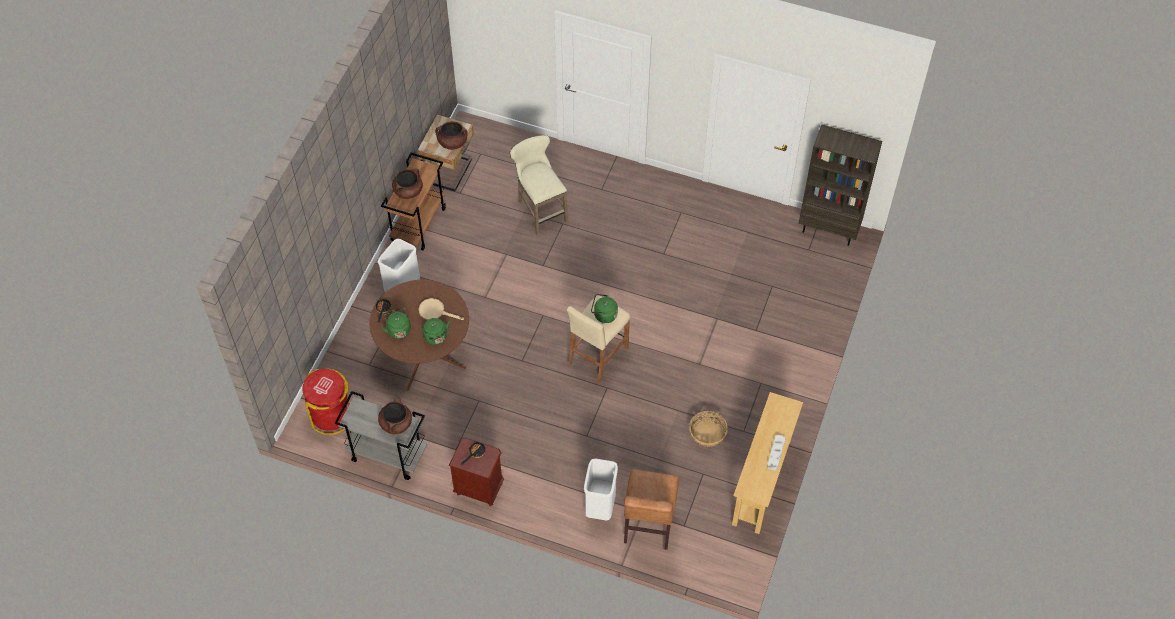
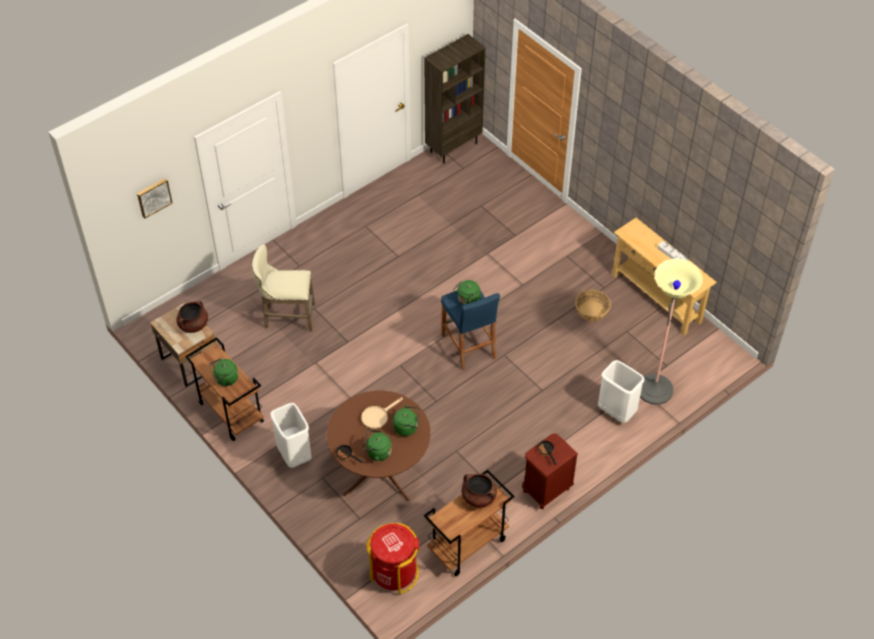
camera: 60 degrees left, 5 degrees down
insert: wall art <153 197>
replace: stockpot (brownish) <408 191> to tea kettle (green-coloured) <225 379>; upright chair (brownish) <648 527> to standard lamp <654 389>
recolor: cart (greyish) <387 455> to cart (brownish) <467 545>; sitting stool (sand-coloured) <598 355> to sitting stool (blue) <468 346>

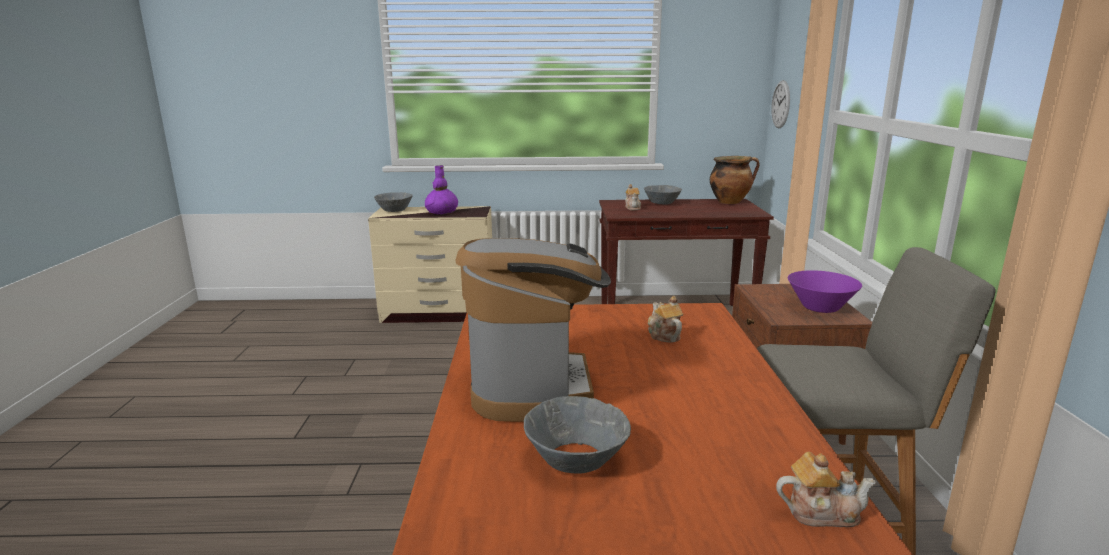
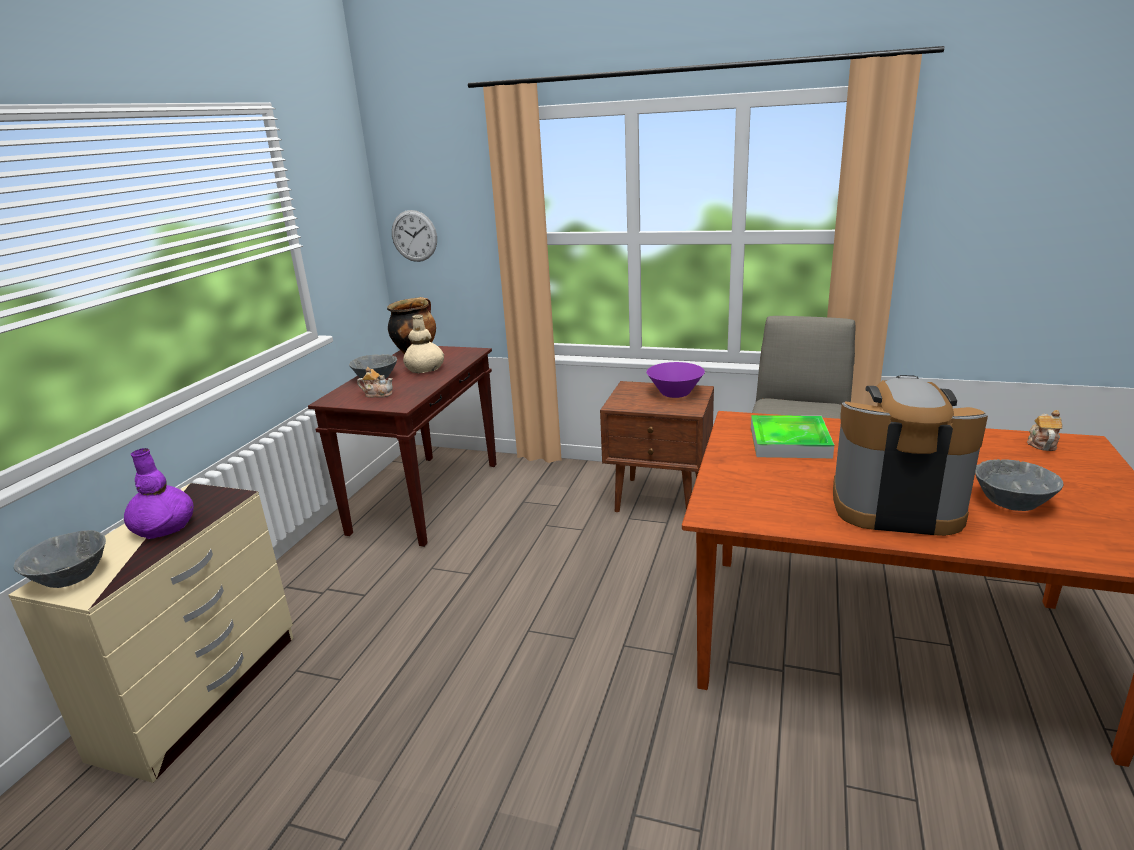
camera: 70 degrees left, 5 degrees up
insert: decorative vase (sand-coloured) <425 369>
replace: tea pot <663 335> to serving tray <789 442>

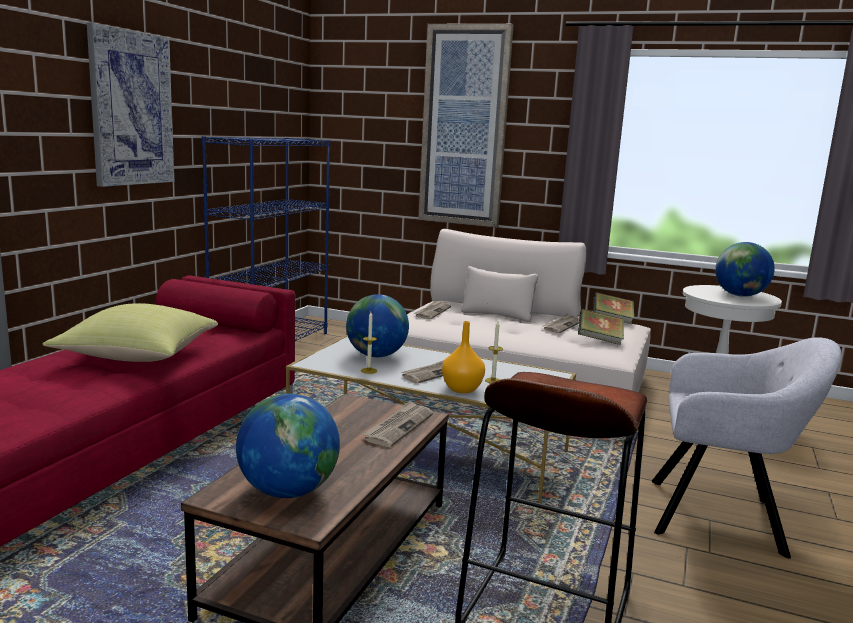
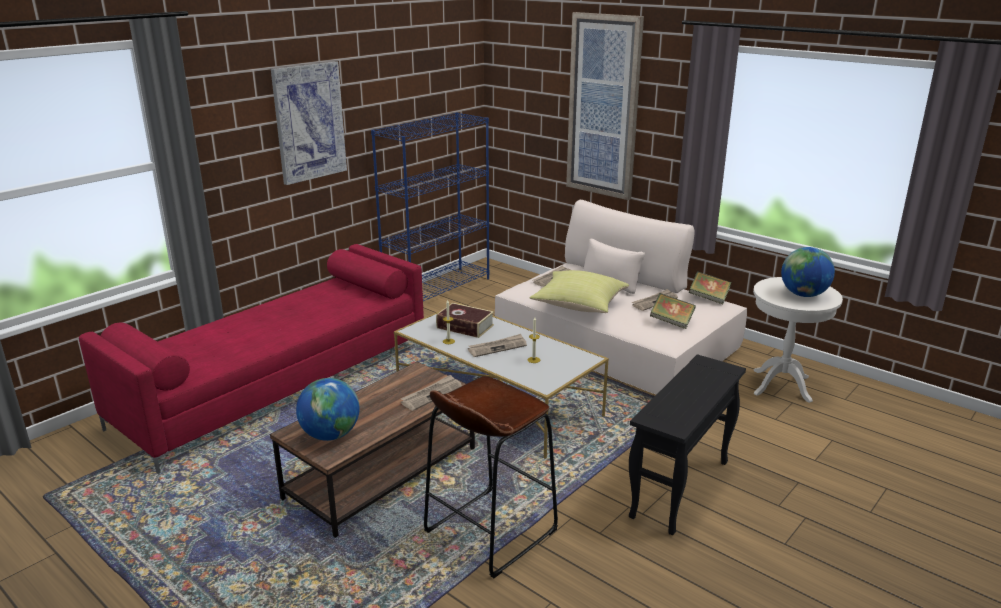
camera: 20 degrees right, 10 degrees up
delete: decorative vase (orange-coloured) <462 389>
move: throw pillow (yellowish) <135 358> to <578 306>
replace: globe <376 356> to bound book <465 326>; armchair (greyish) <722 517> to side table (black-coloured) <680 489>

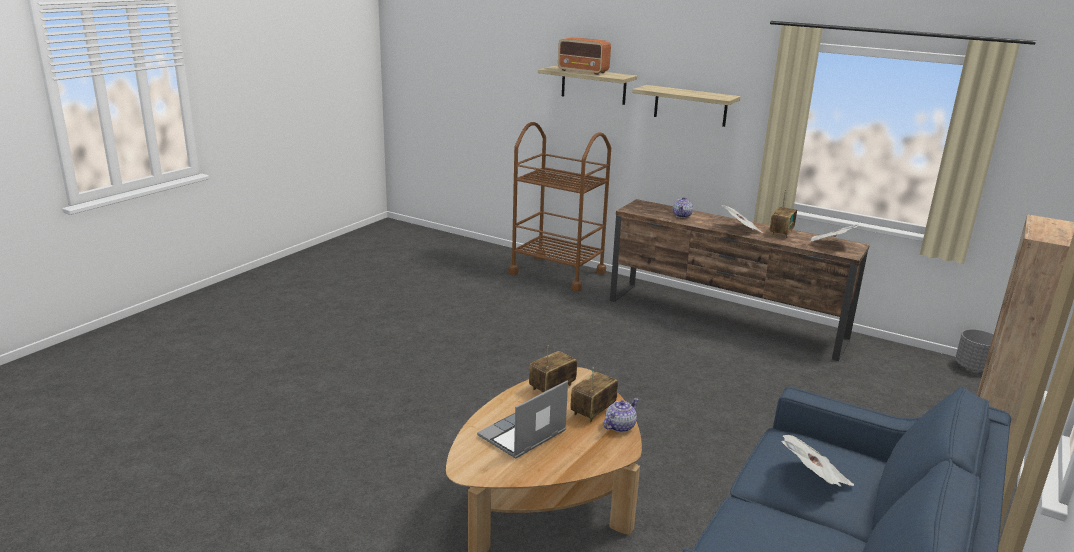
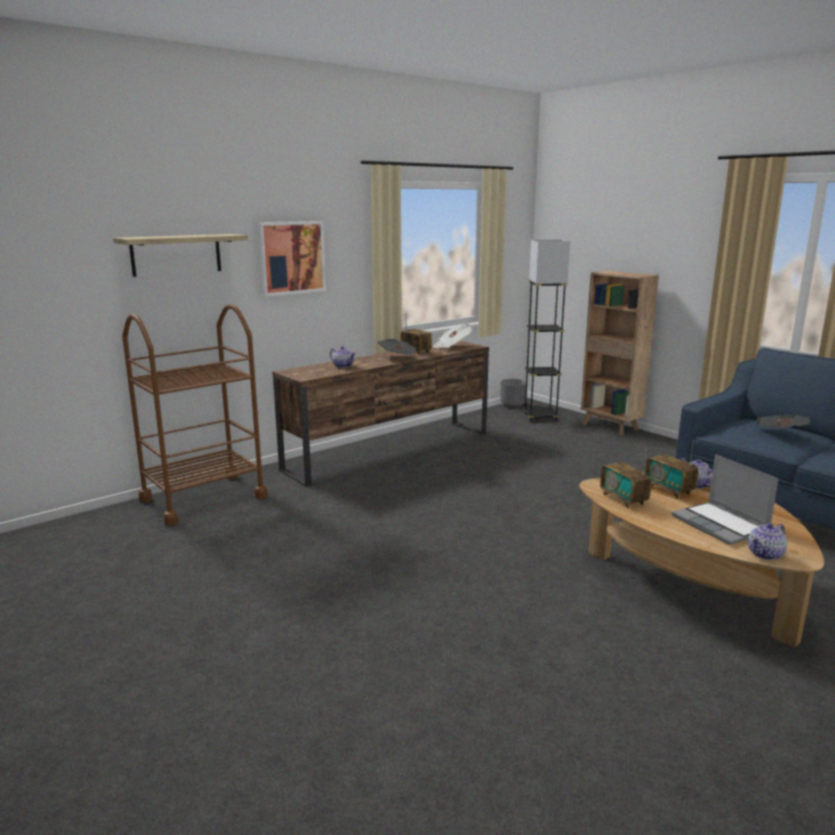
camera: 70 degrees left, 5 degrees down
delete: radio receiver <583 71>
insert: standard lamp (greyish) <540 417>; tea pot <766 554>
replace: wall shelf <690 106> to wall art <292 257>

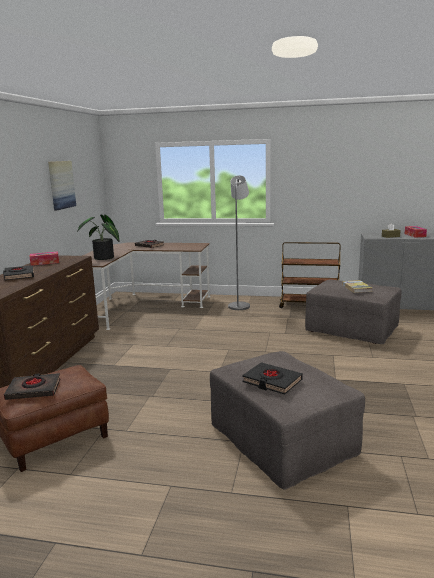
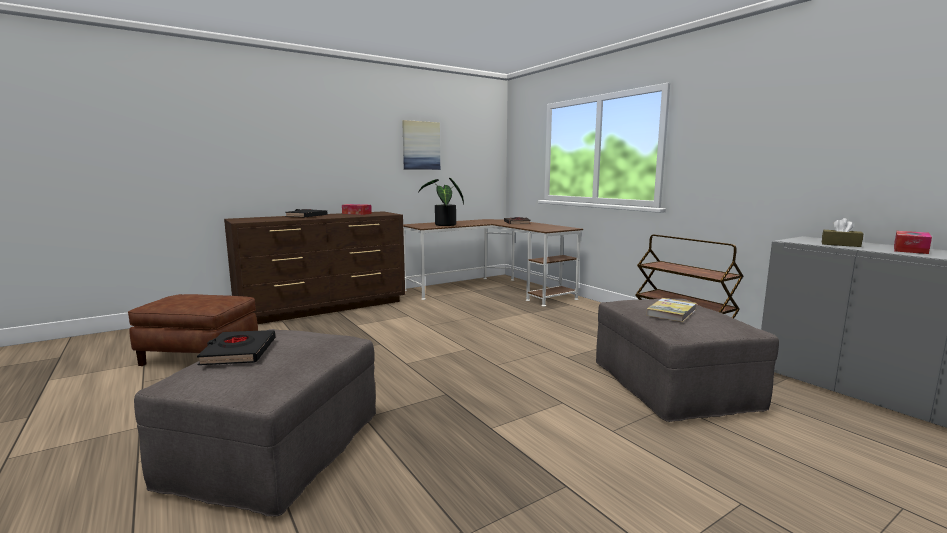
camera: 45 degrees right, 5 degrees down
delete: bound book (black-coloured) <34 390>; standard lamp (greyish) <239 305>

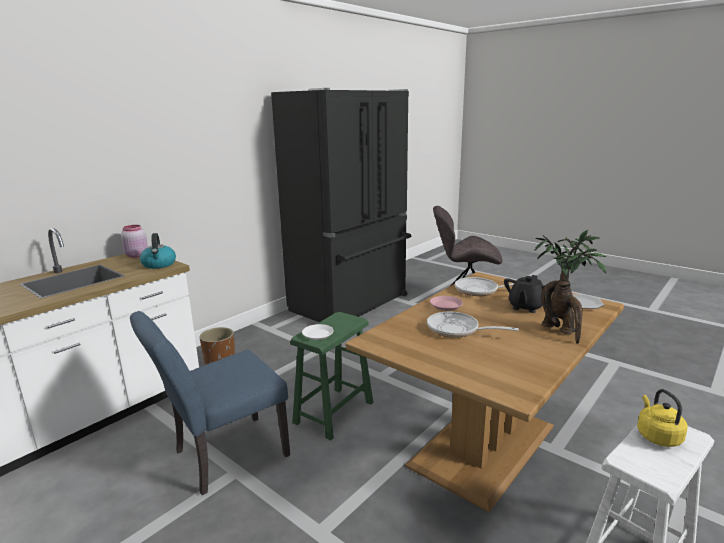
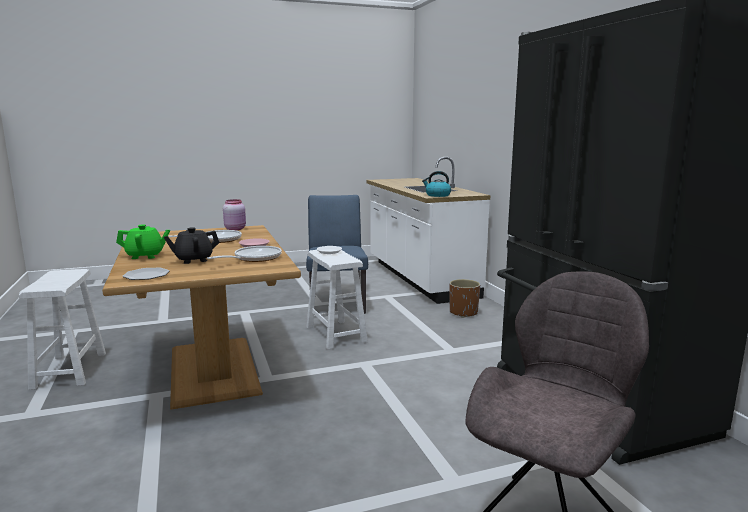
camera: 120 degrees right, 5 degrees down
delete: tea kettle (yellowish) <657 436>
move: preserve jar (pink) <136 255> to <235 229>
replace: plant in a pot <560 331> to tea pot (green-coloured) <145 256>
recolor: sitting stool (green-coloured) <333 412> to sitting stool (whitish) <336 334>
rotate: tea pot (black-coloured) <526 307> = <193 260> 90 degrees counterclockwise

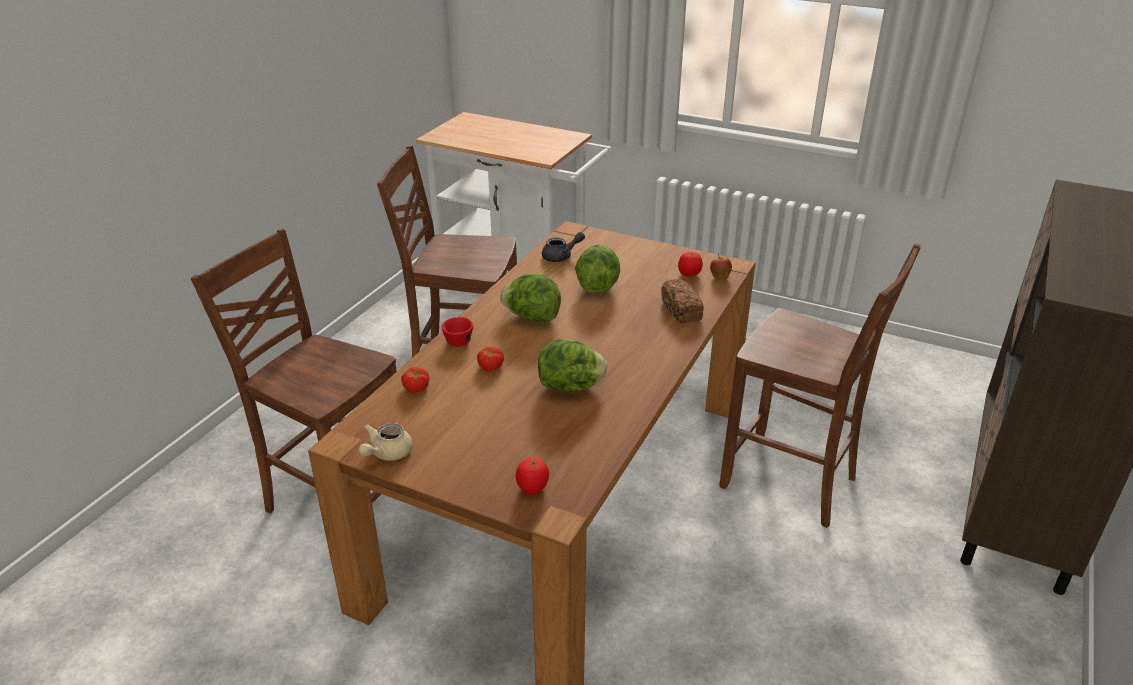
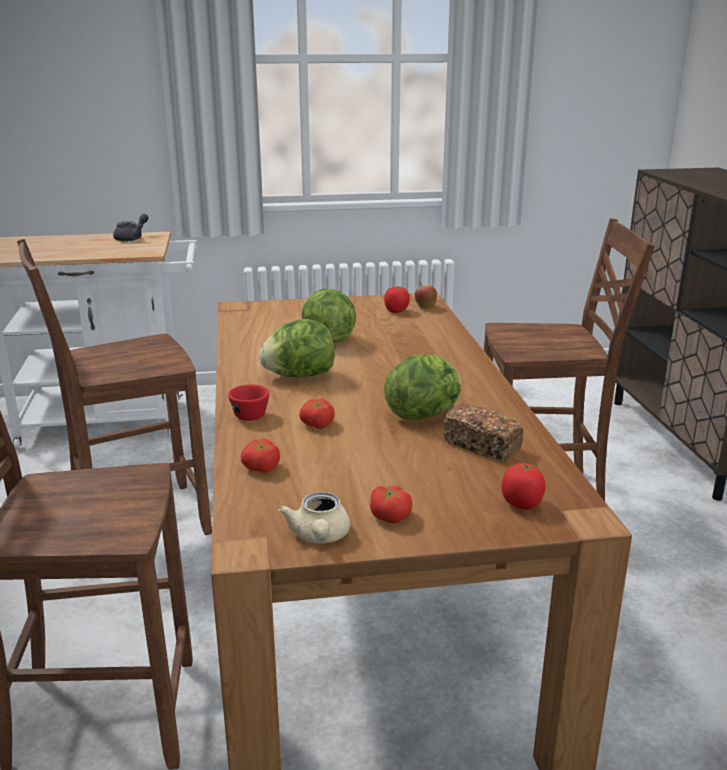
camera: 35 degrees left, 10 degrees down
insert: whole tomato <390 516>
move: tea pot (greyish) <561 257> to <132 238>; bakery bread <681 310> to <482 446>

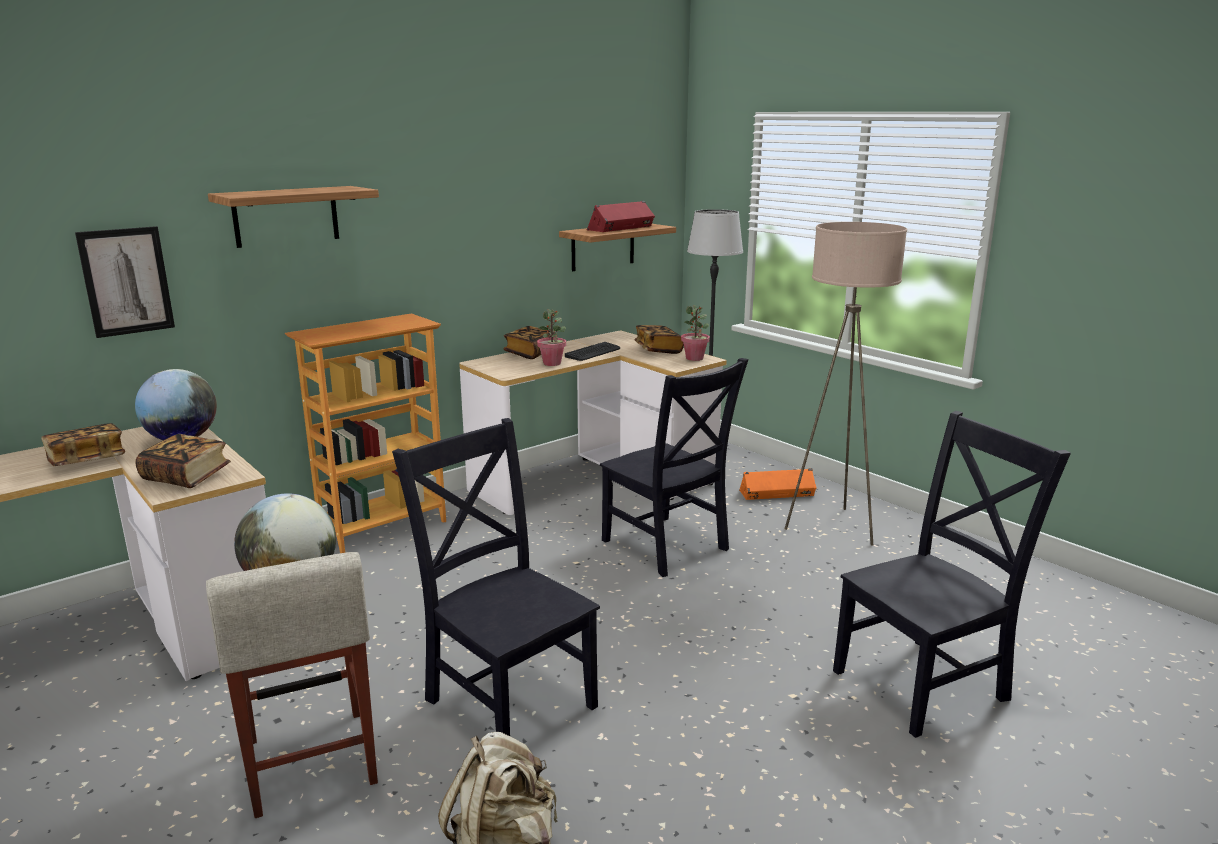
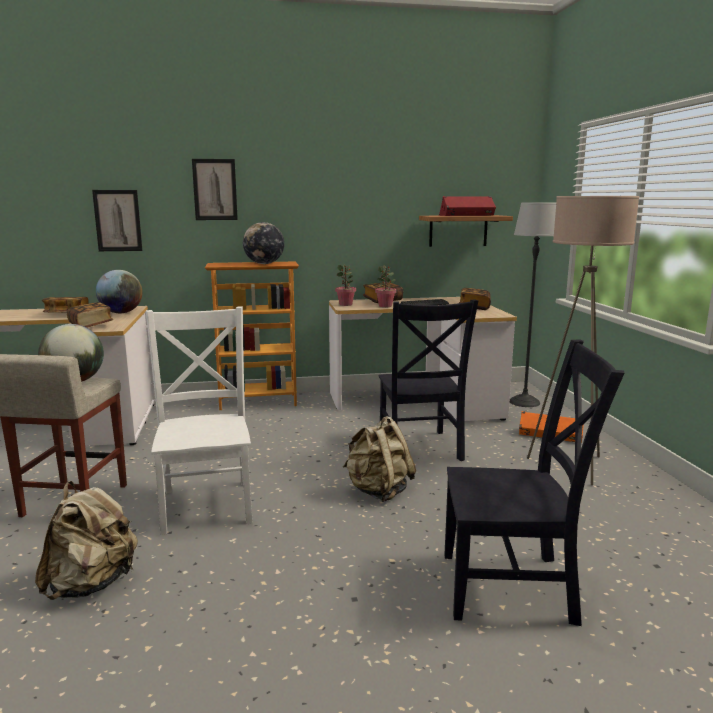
camera: 30 degrees right, 5 degrees down
insert: globe <264 264>; knapsack (sand-coloured) <378 491>
move: plant in a pot <694 358> to <346 304>
replace: wall shelf <286 216> to wall art <215 189>
recolor: upright chair (black-coloured) <507 699> to upright chair (whitish) <207 503>

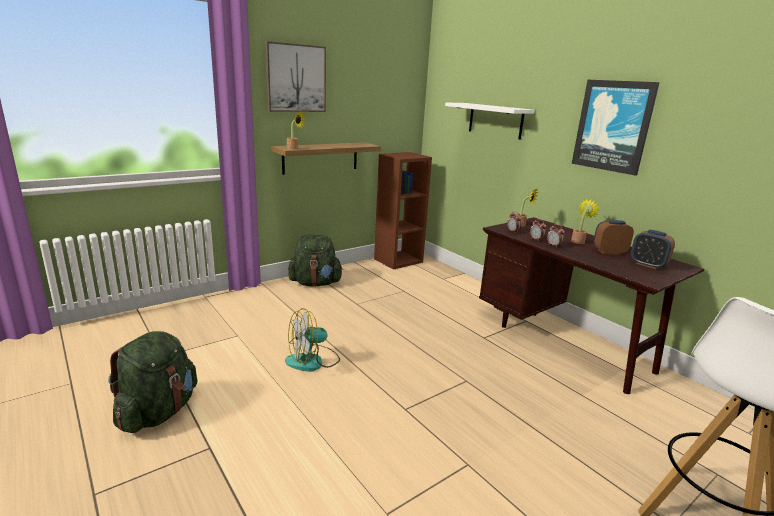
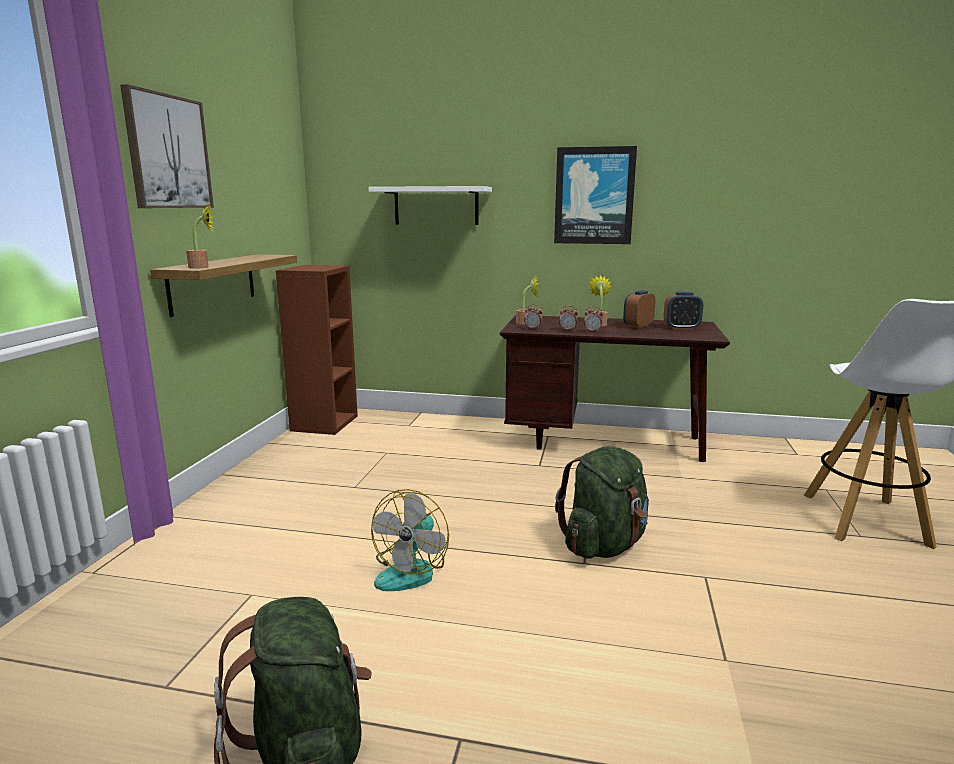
camera: 40 degrees left, 5 degrees down
move: knapsack (green-coloured) <315 283> to <604 545>

